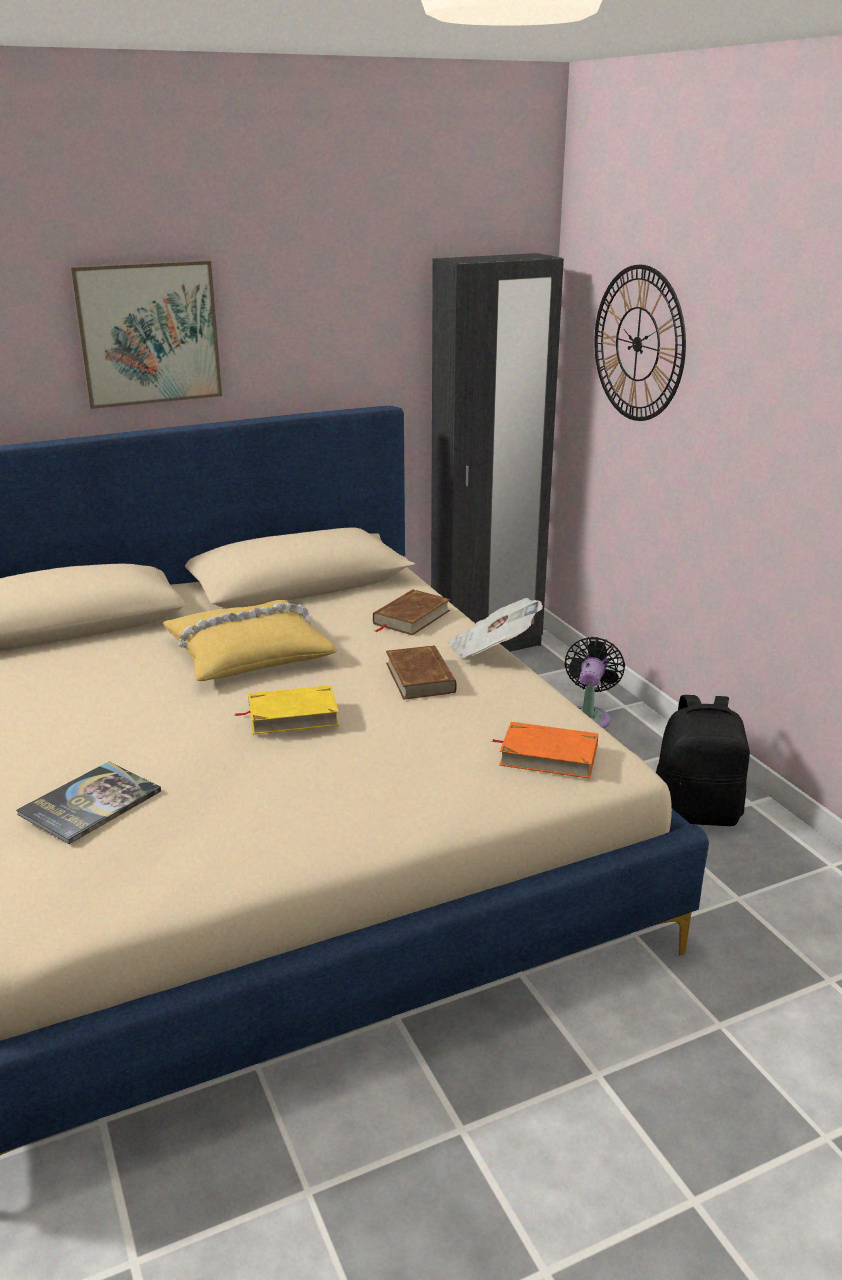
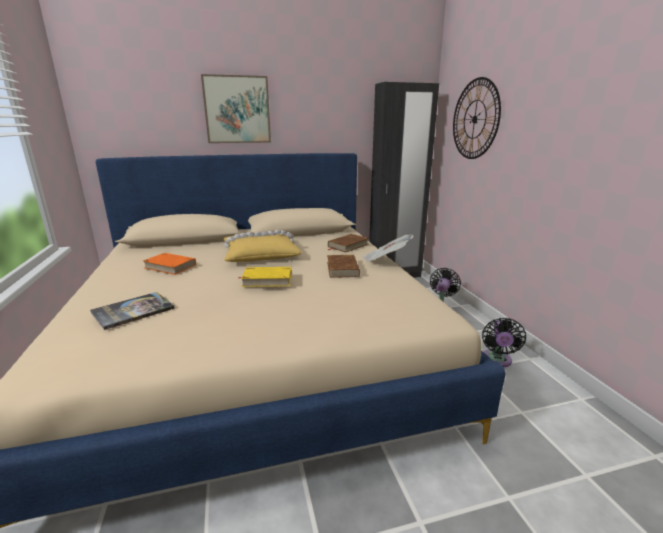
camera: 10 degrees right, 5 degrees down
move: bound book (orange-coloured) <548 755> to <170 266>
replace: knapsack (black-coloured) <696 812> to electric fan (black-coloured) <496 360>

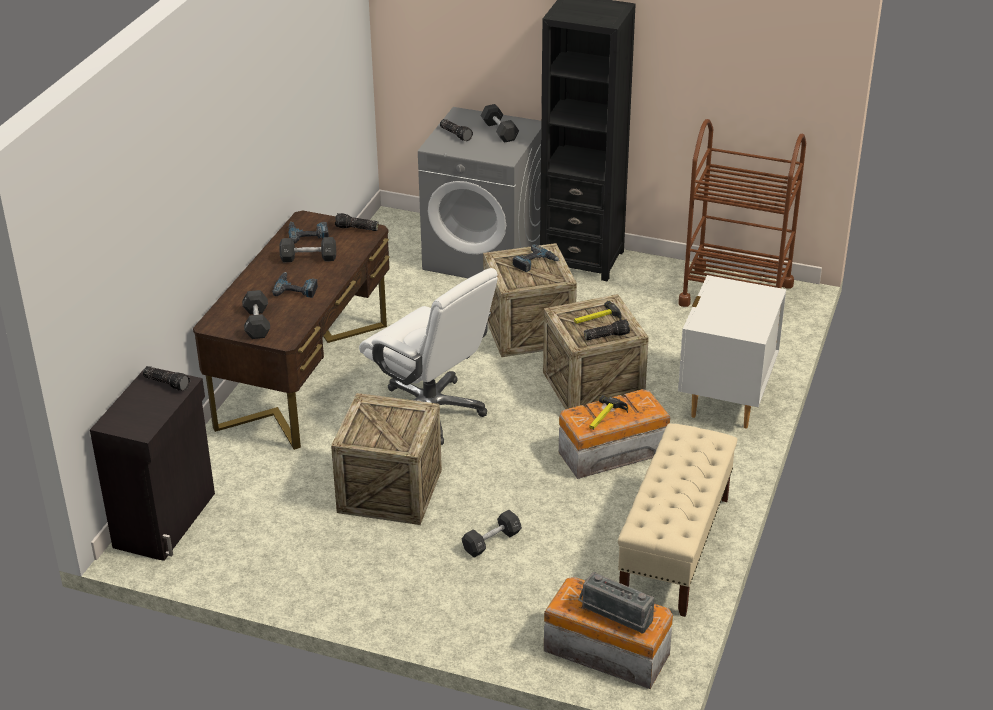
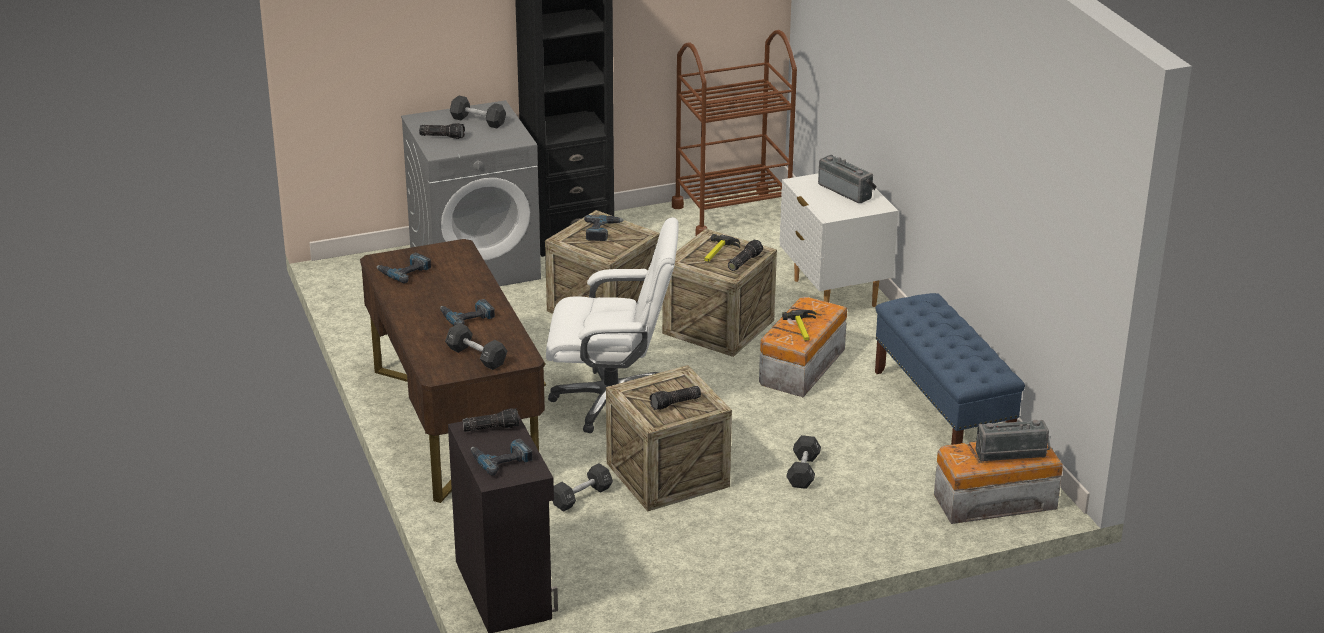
camera: 40 degrees left, 5 degrees down
insert: drill <501 459>; radio receiver <847 191>
move: free weight (black-coloured) <308 258> to <581 497>; torch <356 229> to <675 404>
recolor: indoor bench (sand-coloured) <675 548> to indoor bench (blue) <942 411>

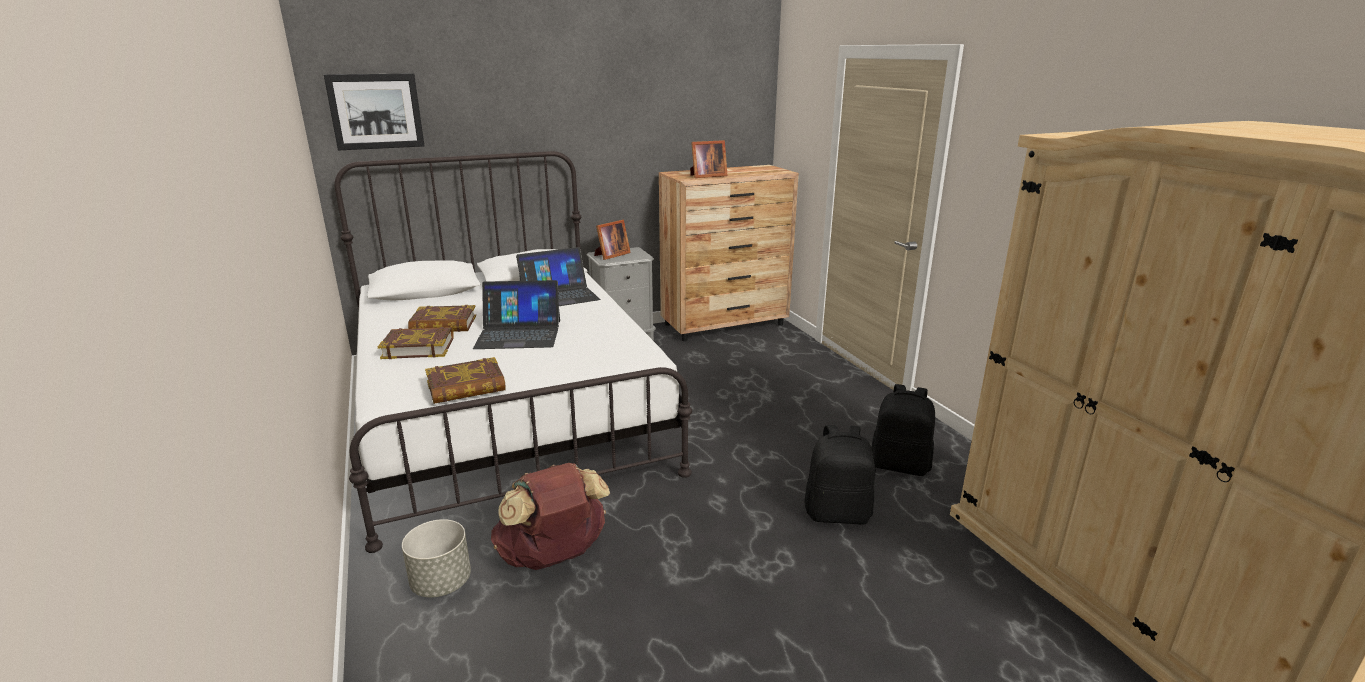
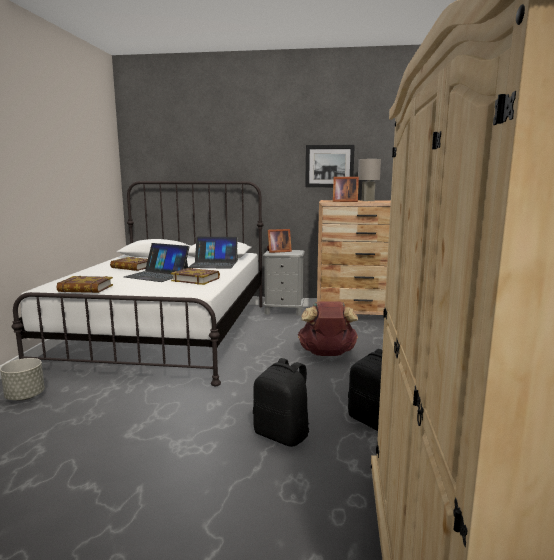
camera: 30 degrees right, 10 degrees down
insert: tabletop lamp (greyish) <367 200>
move: bound book <418 348> to <196 279>; knapsack (brownish) <553 557> to <327 354>; wall art <376 111> to <329 166>

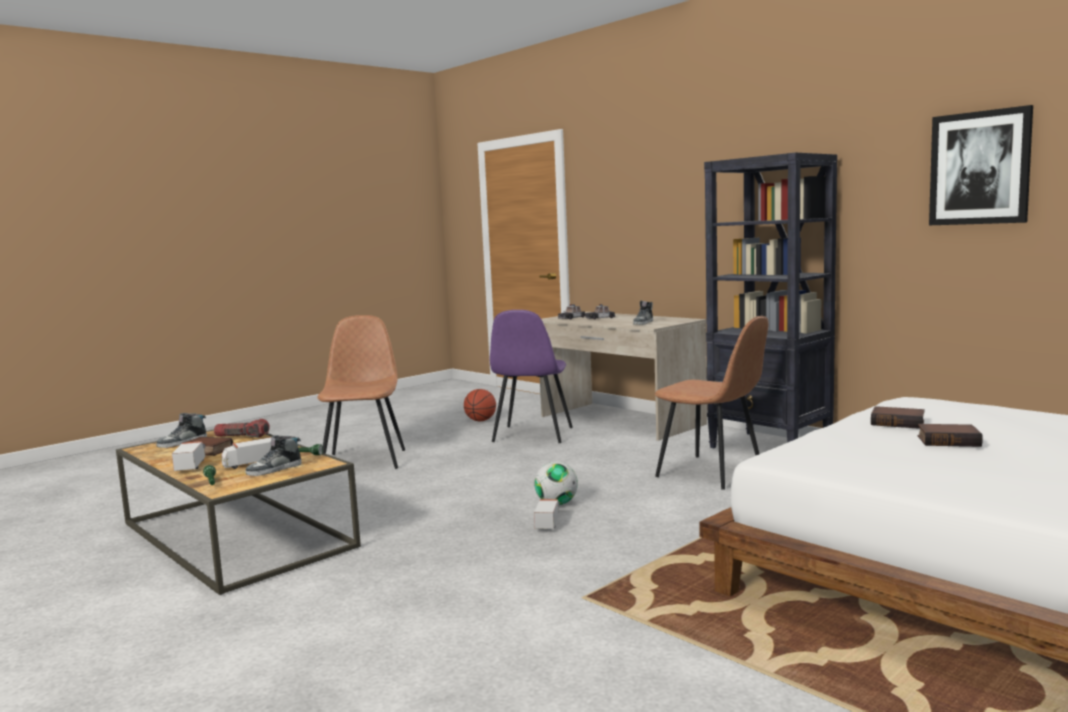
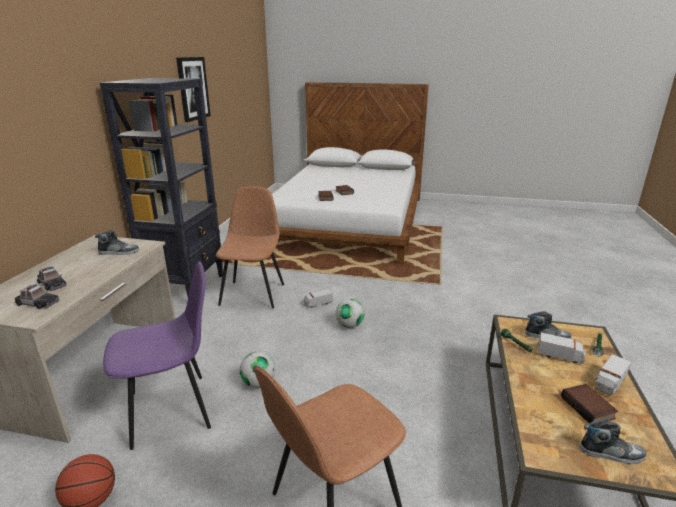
camera: 125 degrees left, 15 degrees up
delete: torch <242 437>
insert: ball for football <258 383>
move: toy truck <548 523> to <318 303>

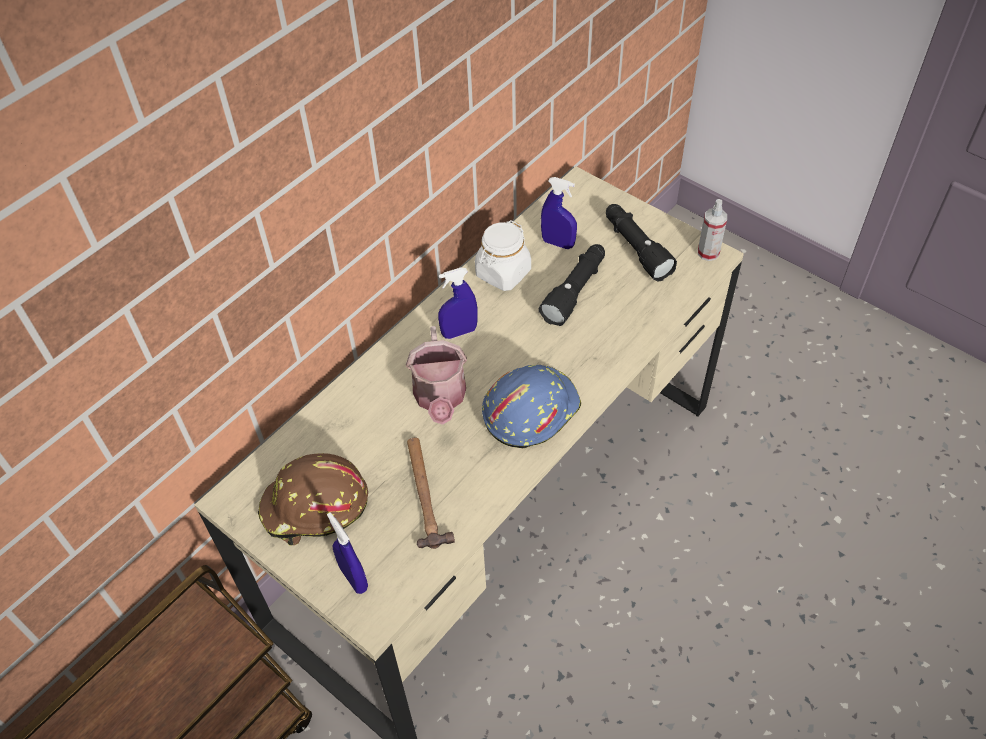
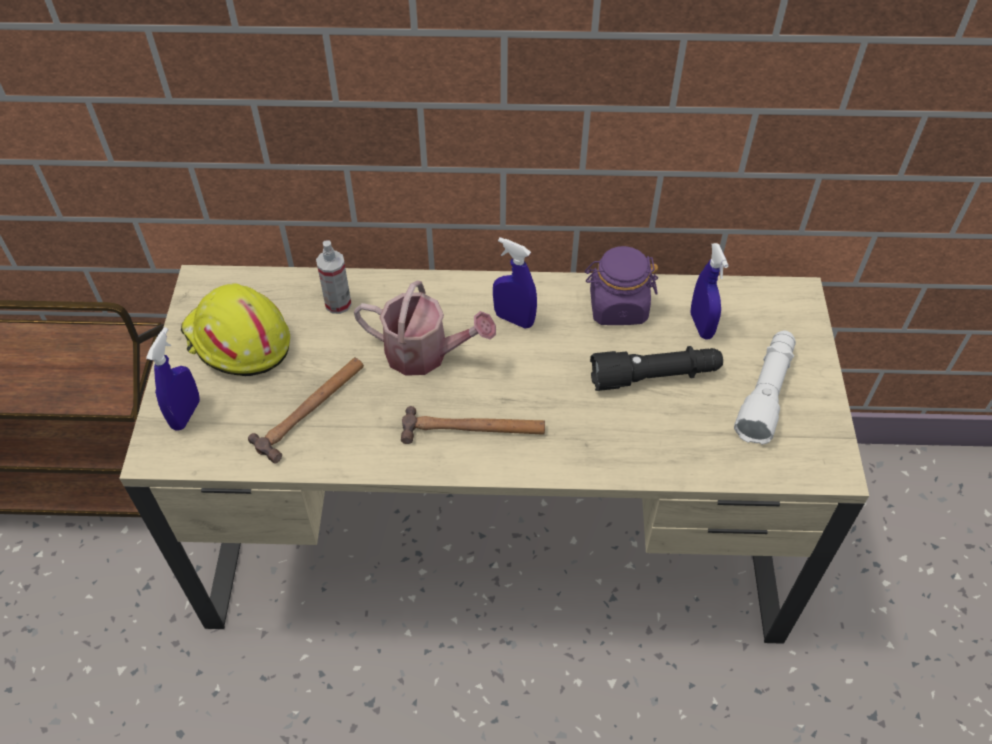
camera: 50 degrees right, 0 degrees up
move: hand sprayer <708 253> to <338 303>
replace: hard hat (blue) <529 409> to tool hammer <473 429>
recolor: hard hat (brownish) <315 507> to hard hat (yellowish) <237 342>; preserve jar (whitish) <503 273> to preserve jar (purplish) <617 307>; torch (black-coloured) <636 248> to torch (whitish) <766 393>
rotate: watering can <440 398> = <425 353> 120 degrees counterclockwise

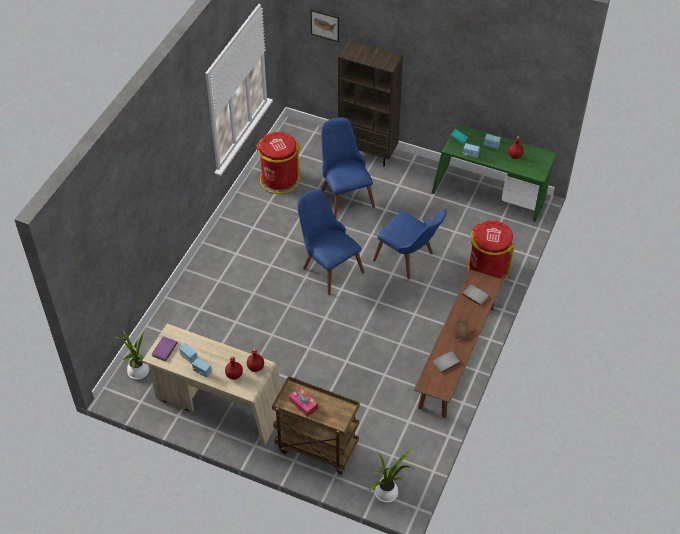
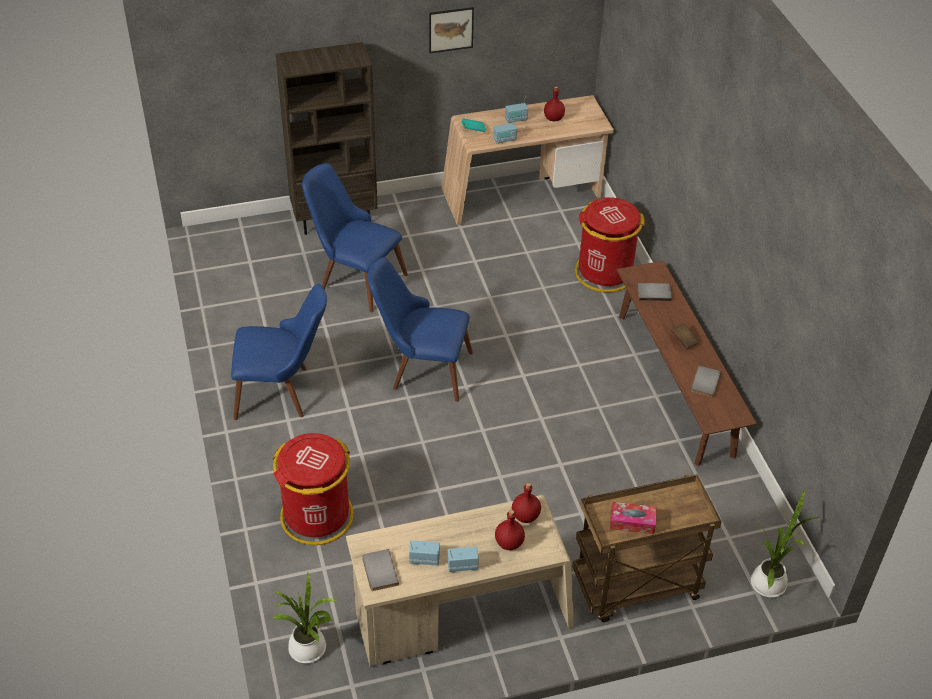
camera: 40 degrees left, 5 degrees down
move: upright chair (blue) <409 259> to <283 392>; trash can (red) <279 180> to <317 516>; wall art <325 25> to <451 29>
recolor: bound book (purplish) <163 349> to bound book (greyish) <378 571>; desk unit (green-coloured) <489 196> to desk unit (sand-coloured) <523 196>

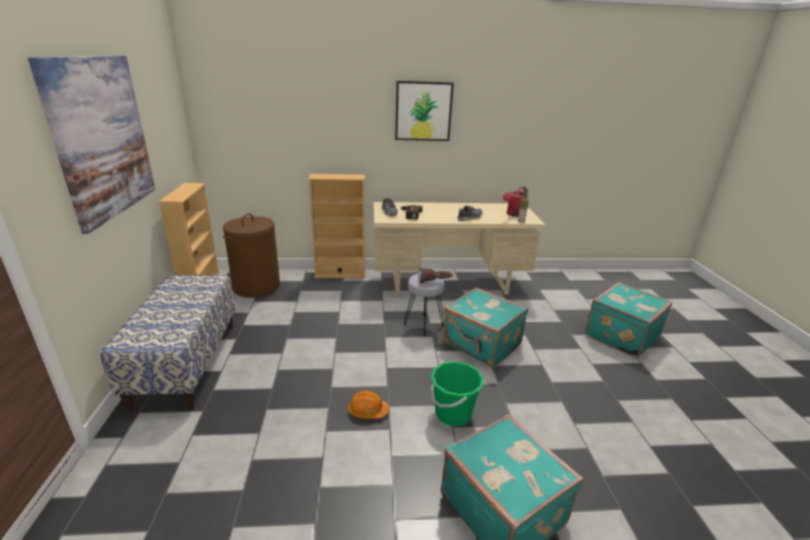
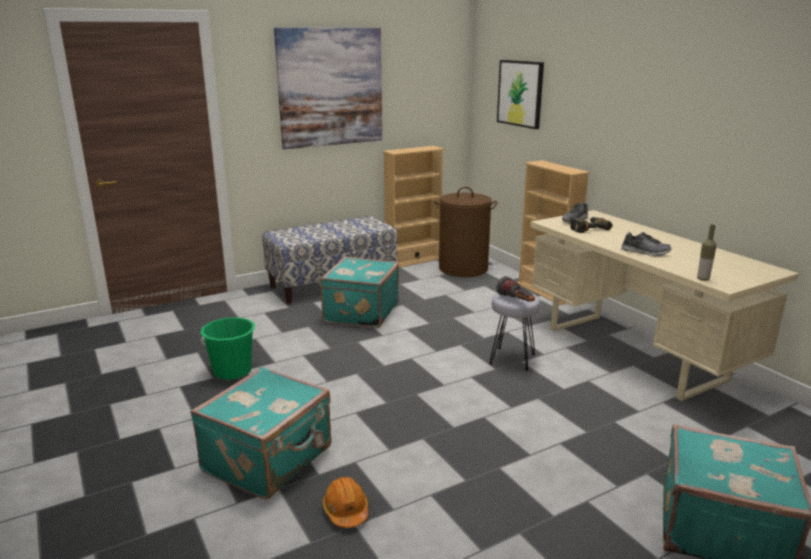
camera: 65 degrees right, 5 degrees down
delete: watering can (red) <514 214>
move: water bucket (green-coloured) <453 413> to <232 371>; piece of luggage (blue-green) <481 345> to <360 313>; hard hat (orange-coloured) <367 411> to <346 510>; wall art <423 111> to <520 93>

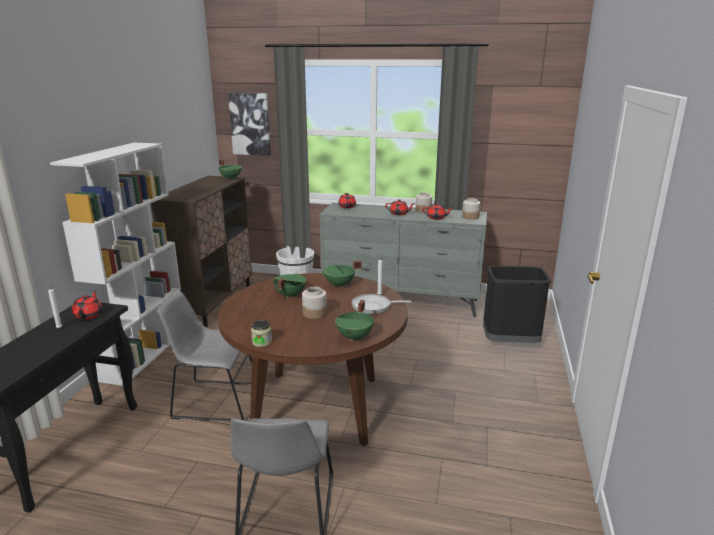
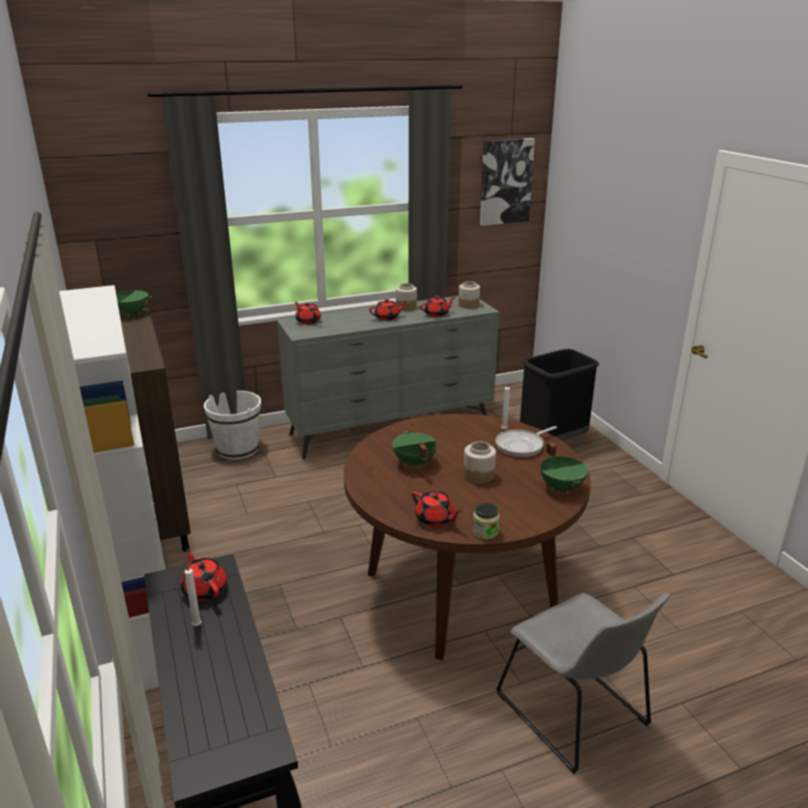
camera: 35 degrees left, 5 degrees up
delete: upright chair (greyish) <213 400>; stockpot (green-coloured) <340 285>
insert: tea pot (red) <435 519>
move: wall art <250 124> to <505 181>

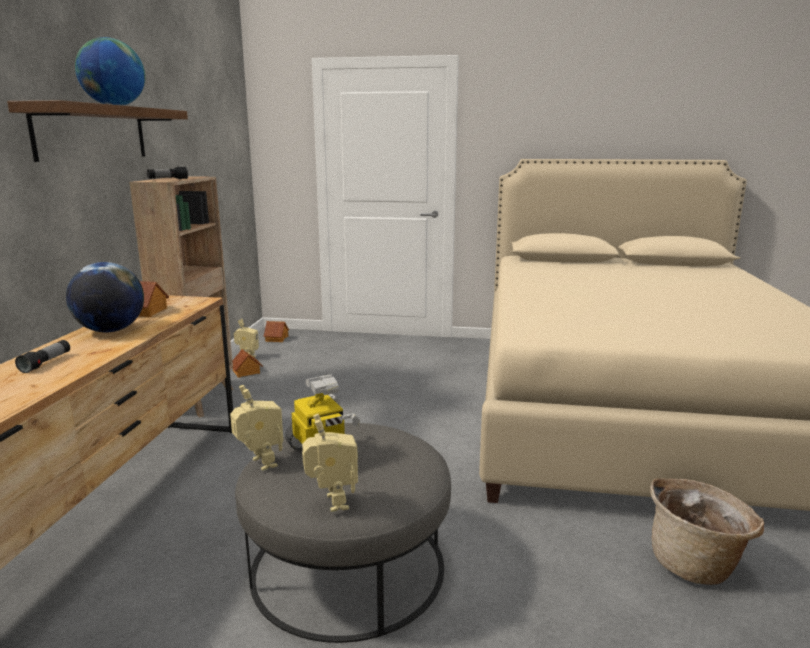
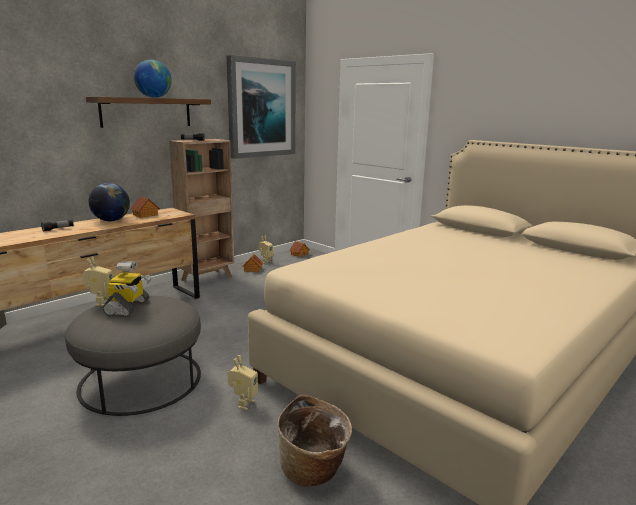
camera: 35 degrees right, 0 degrees up
insert: wall art <261 108>
move: robot figure <331 503> to <243 403>

